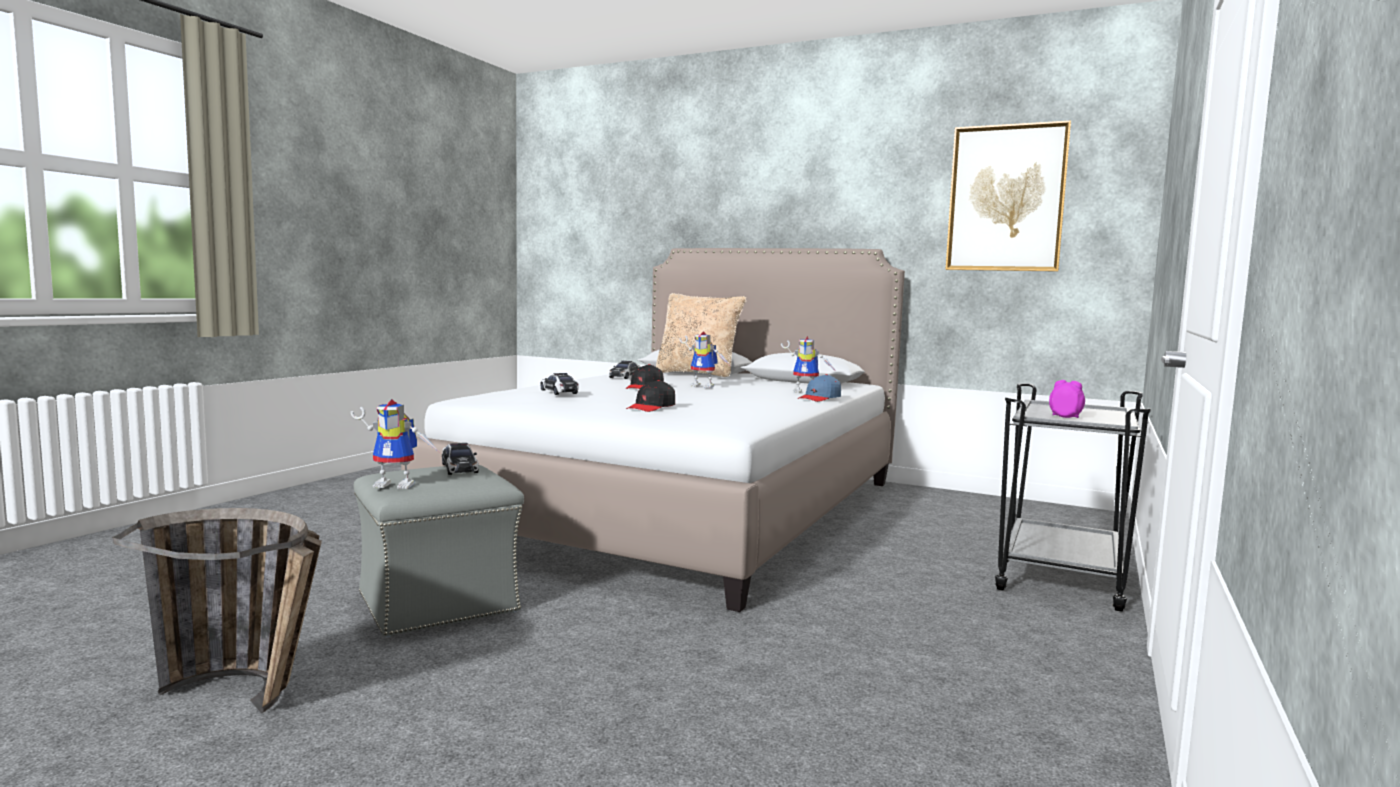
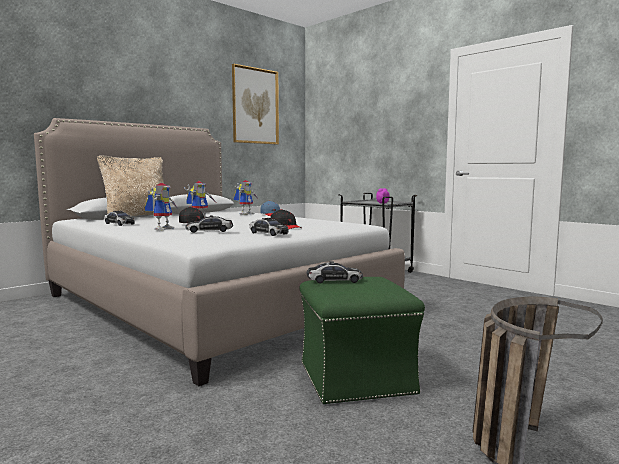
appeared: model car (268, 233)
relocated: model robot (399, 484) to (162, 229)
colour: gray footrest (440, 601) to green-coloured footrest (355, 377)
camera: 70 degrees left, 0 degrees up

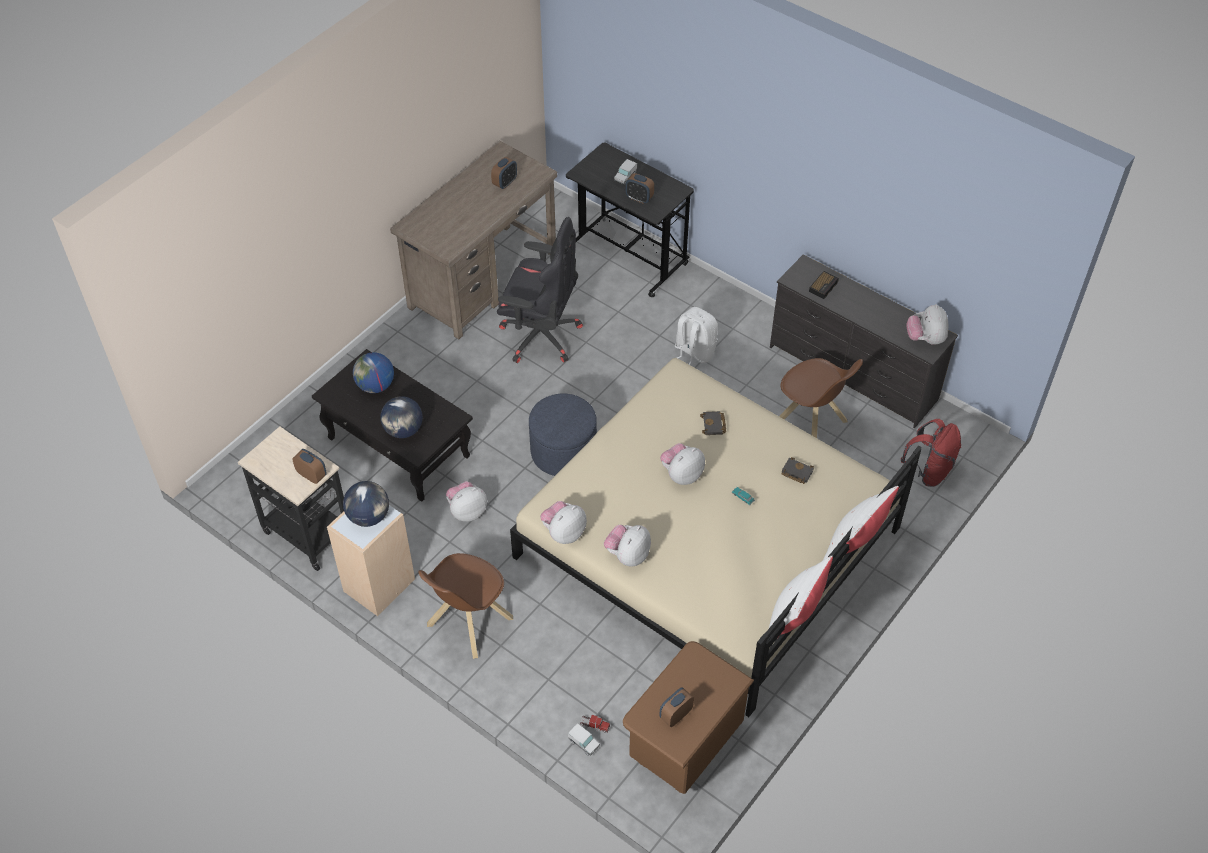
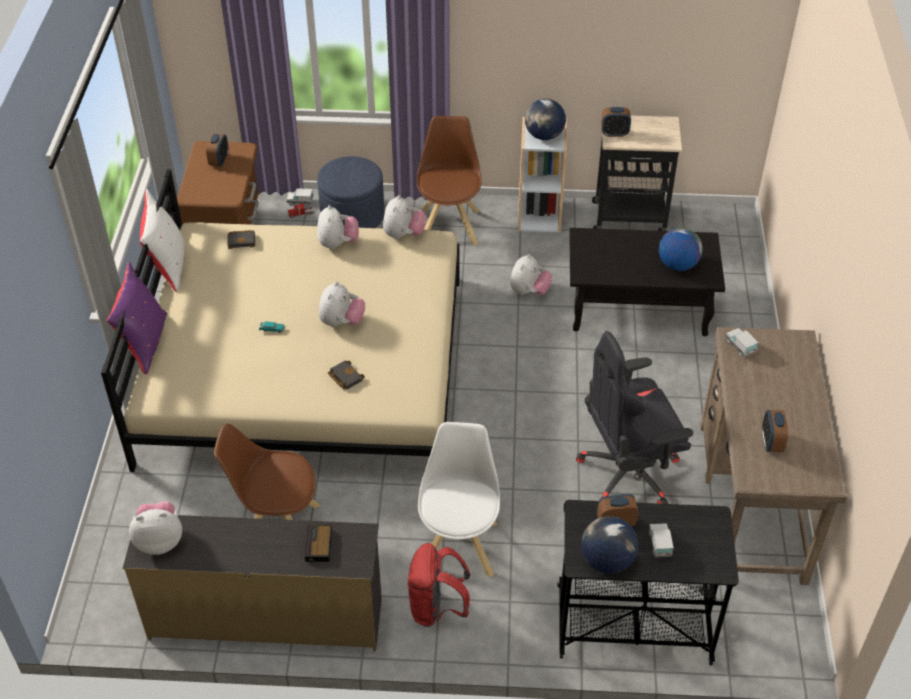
appeared: model truck (740, 346)
relocated: world globe (403, 430) to (607, 560); bluish footrest (563, 452) to (352, 216); black-coloured book (796, 472) to (242, 241); reddish backpack (928, 471) to (436, 608)
exchanged: white-coloured backpack (693, 352) to white-coloured chair (459, 543)
colour: white-coloured cushion (855, 543) to purple cushion (144, 342)
spun: soft toy (925, 339) = (160, 540) 60 degrees counterclockwise
camera: 145 degrees right, 5 degrees down

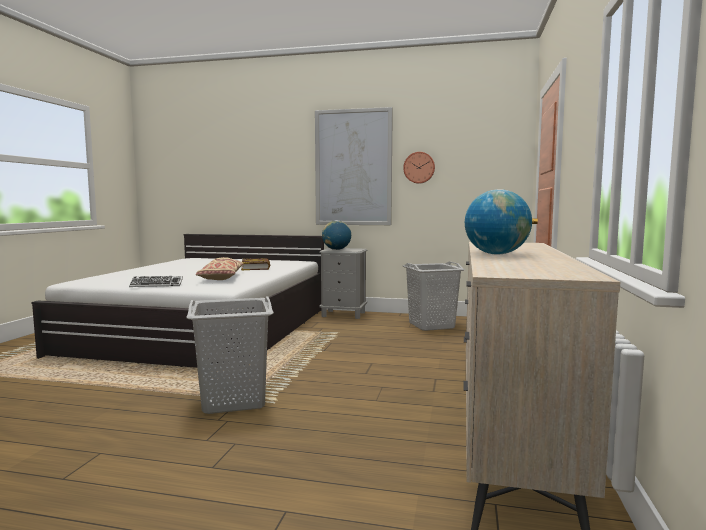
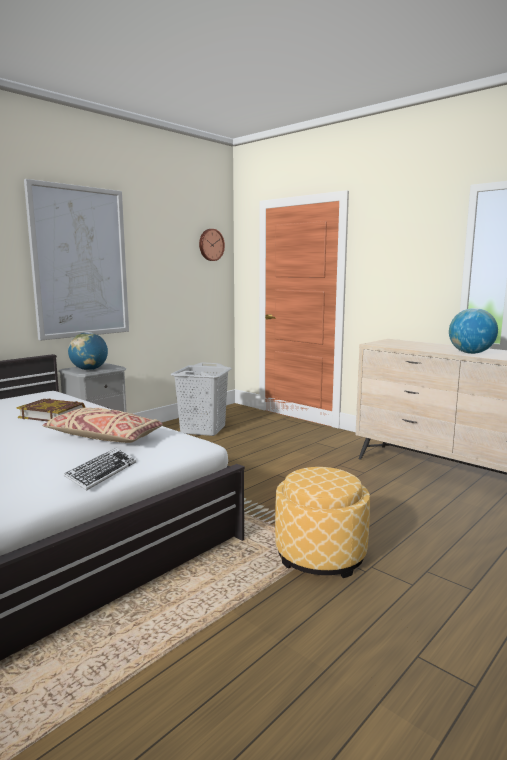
relocated: wall clock (419, 167) to (210, 245)
exchanged: gray hamper (234, 401) to footrest (320, 555)
camera: 60 degrees left, 5 degrees up

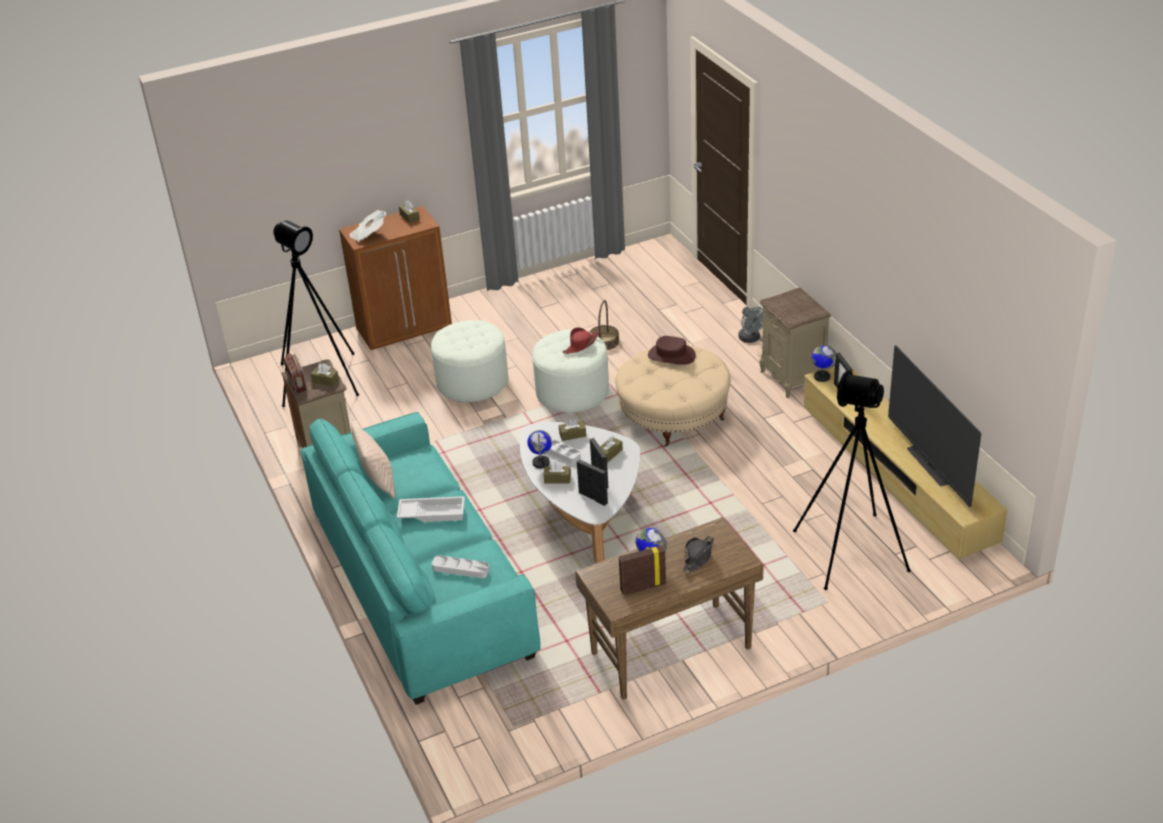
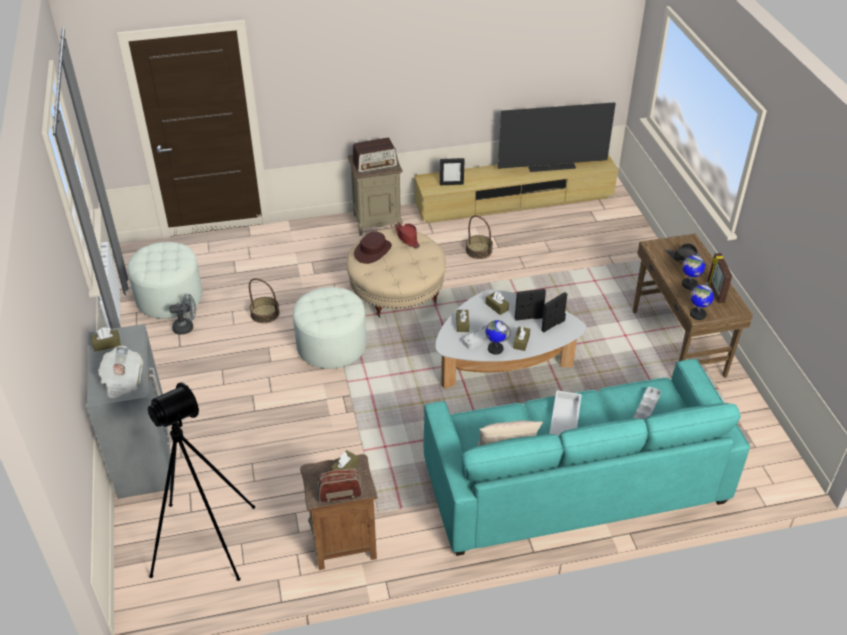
missing: black-coloured standing lamp (850, 551)
appeared: radio set (375, 163); storage basket (479, 250)
relocated: white-coloured footrest (472, 382) to (169, 298); reddish clothing hat (581, 345) to (407, 238); gray electric fan (751, 339) to (187, 327); world globe (822, 377) to (697, 314)
colour: brown cupboard (404, 326) to gray cupboard (144, 455)
camera: 80 degrees left, 5 degrees up

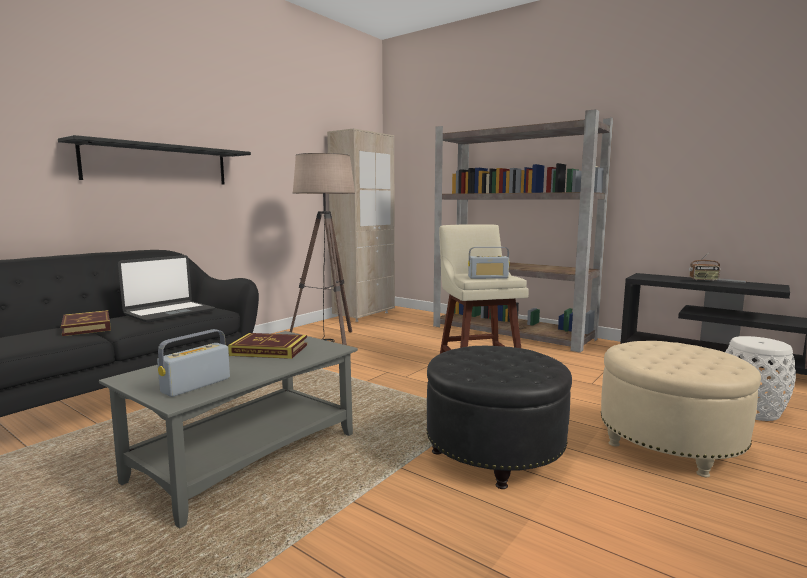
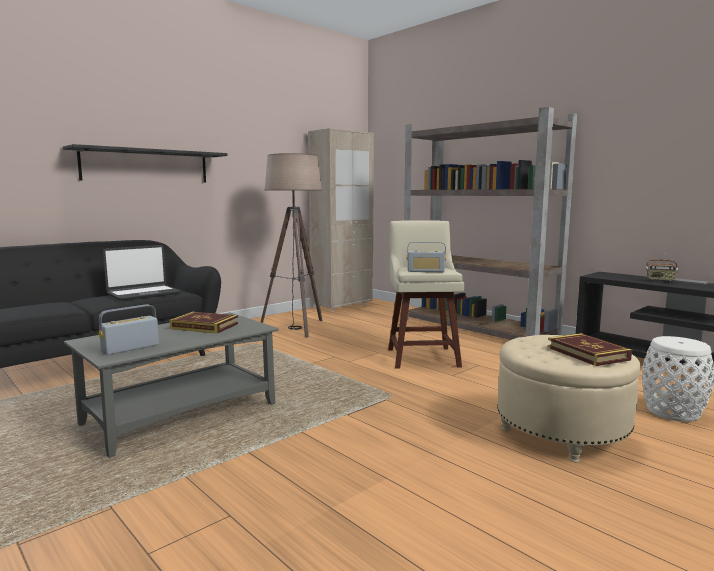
missing: black-coloured footrest (494, 453)
relocated: book (87, 327) to (587, 353)
camera: 10 degrees right, 0 degrees up

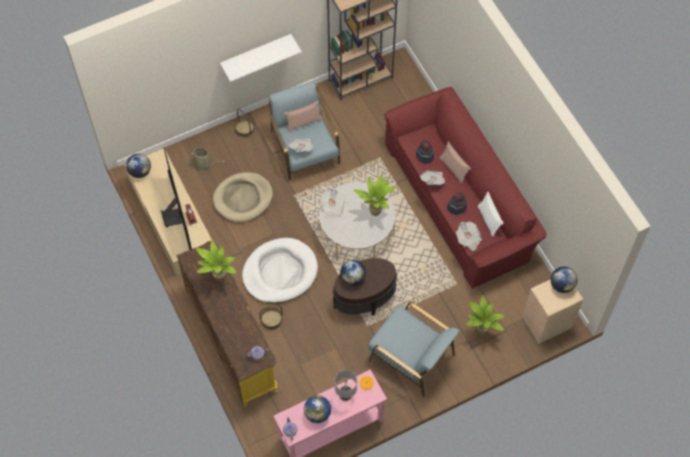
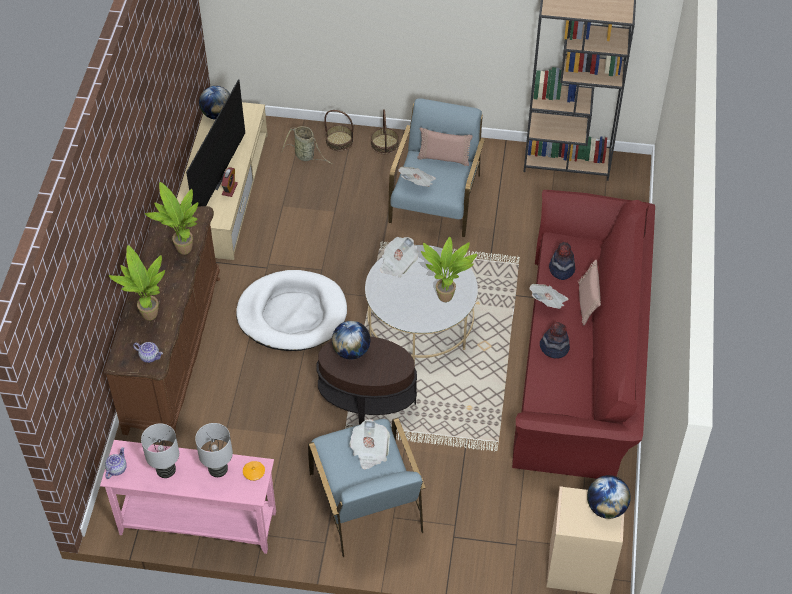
missing: beige dog bed (243, 198); white-coloured bracket shelf (256, 53); white-coloured cushion (489, 220)
relocated: storage basket (271, 319) to (339, 141); newspaper (468, 239) to (370, 451); houseplant (481, 331) to (147, 316)
exchanged: world globe (317, 414) to gray lamp for a table (166, 470)
colour: yellow-coloured cupboard (232, 339) to brown cupboard (175, 353)
camera: 35 degrees right, 10 degrees down

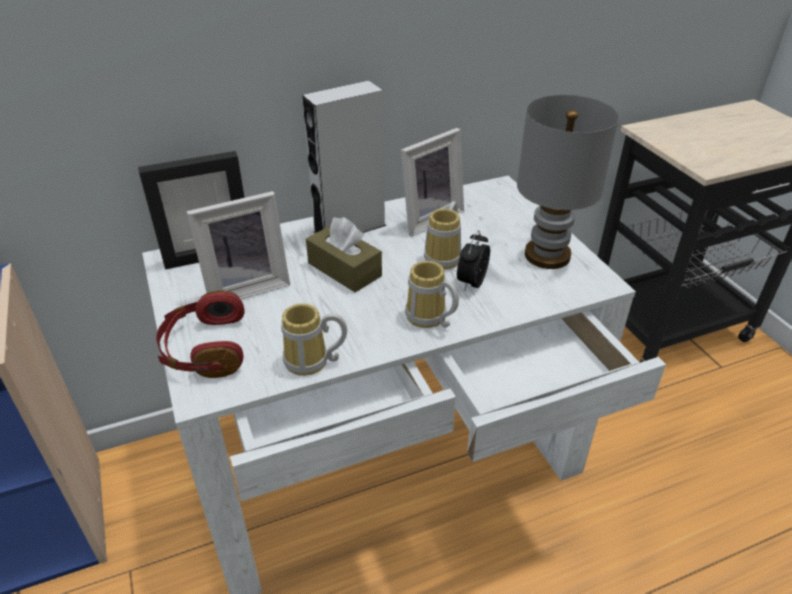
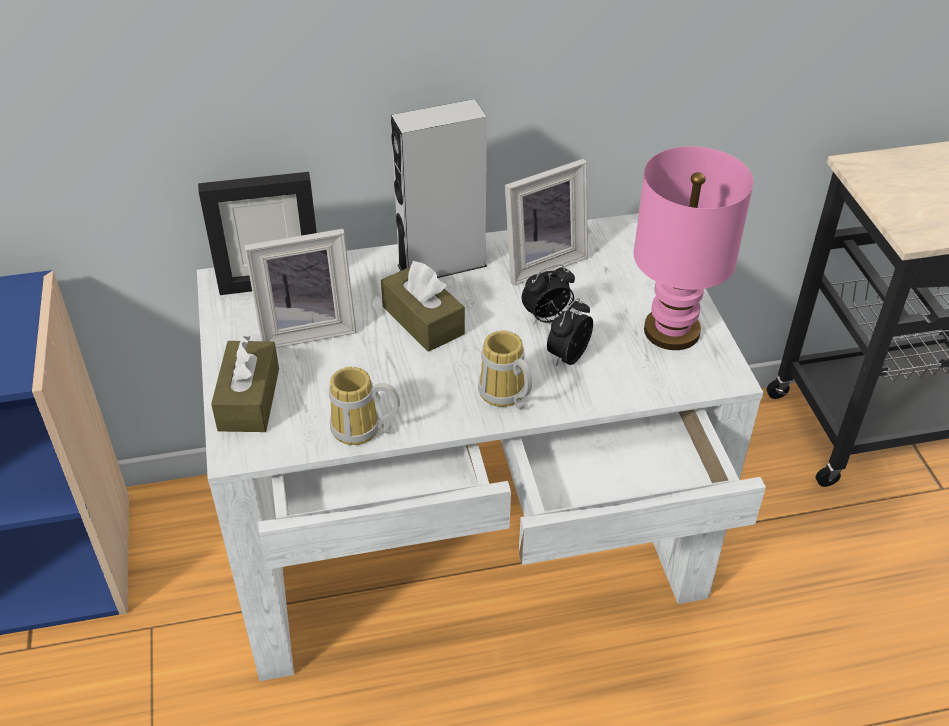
exchanged: reddish pair of headphones (204, 349) to brown tissue box (249, 399); mug (446, 257) to table clock (547, 318)
colour: gray lamp for a table (547, 256) to pink-coloured lamp for a table (671, 332)
camera: 10 degrees right, 5 degrees up

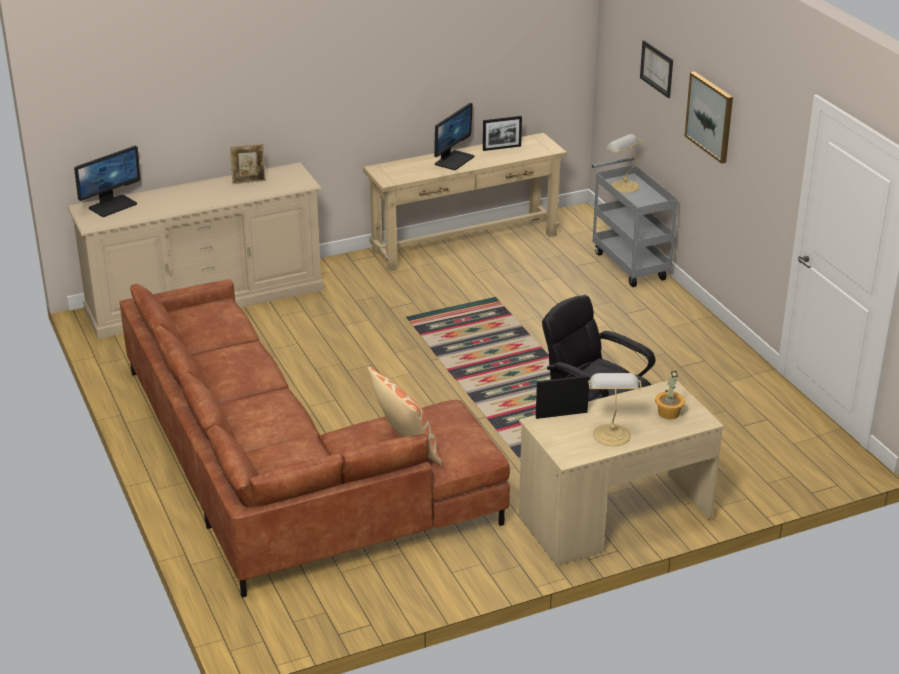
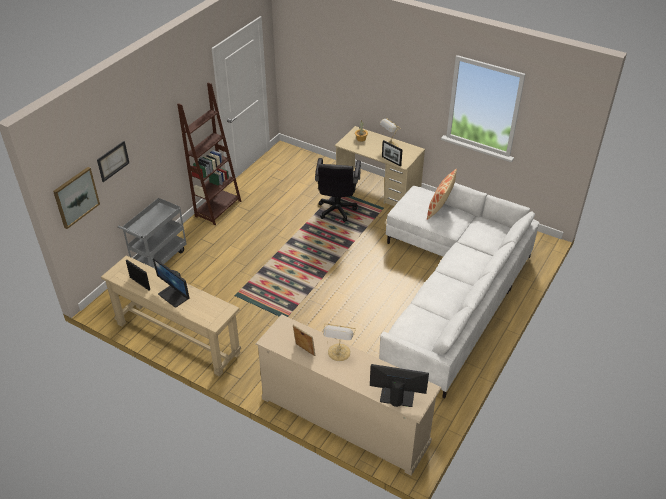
appeared: brown bookcase (218, 209)
relocated: lamp for a table (623, 186) to (339, 353); wall art (710, 116) to (76, 197)
colour: brown sofa (281, 471) to white-coloured sofa (452, 290)
spun: computer display (453, 160) = (174, 295) 135 degrees counterclockwise
camera: 125 degrees left, 10 degrees up

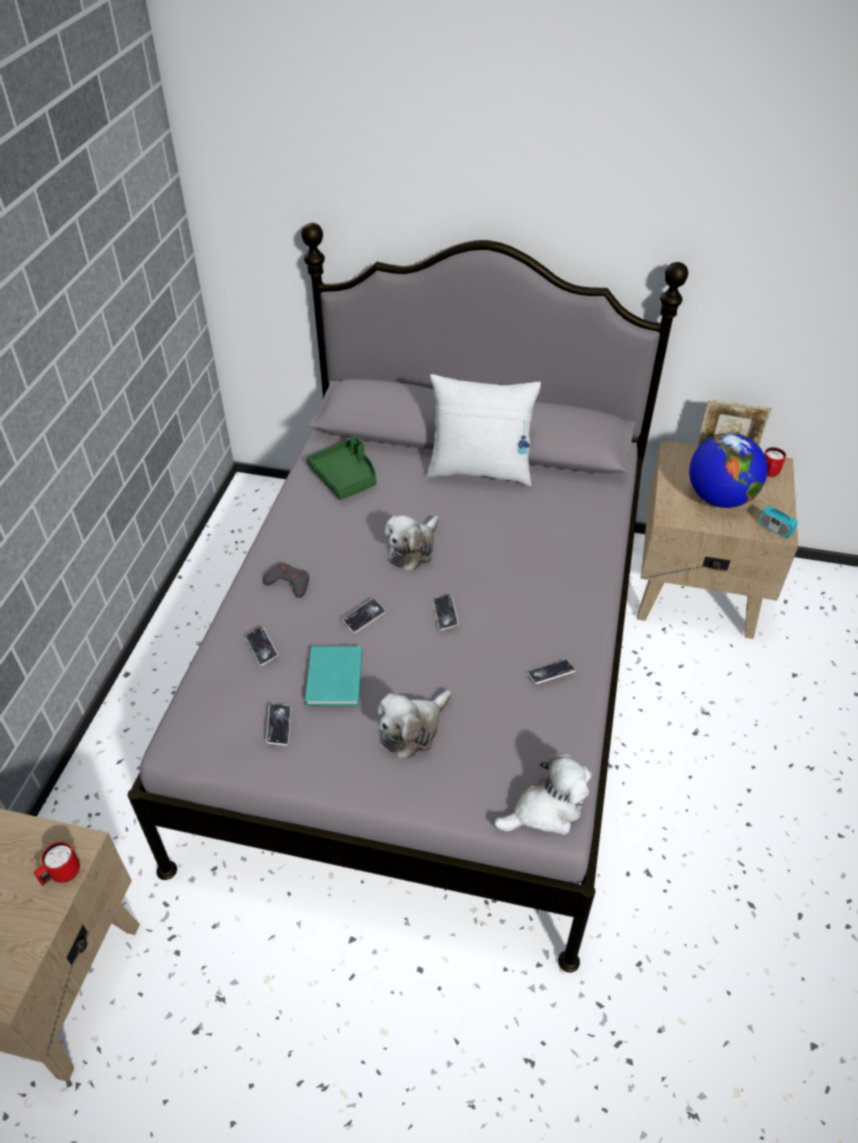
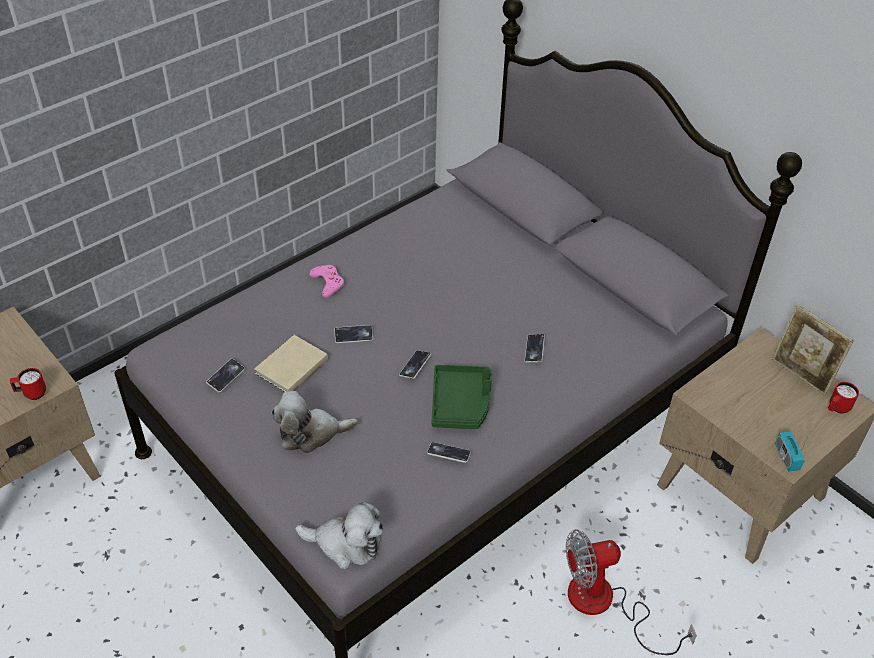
missing: soft toy (413, 550); gray cushion (479, 472); world globe (719, 498)
appeared: electric fan (605, 605)
relocated: handset (262, 648) to (534, 350); green-coloured carrying tray (345, 477) to (461, 403)
colour: gray gamepad (288, 583) to pink-coloured gamepad (328, 283); turquoise book (333, 680) to beige book (289, 367)
camera: 35 degrees right, 0 degrees up

